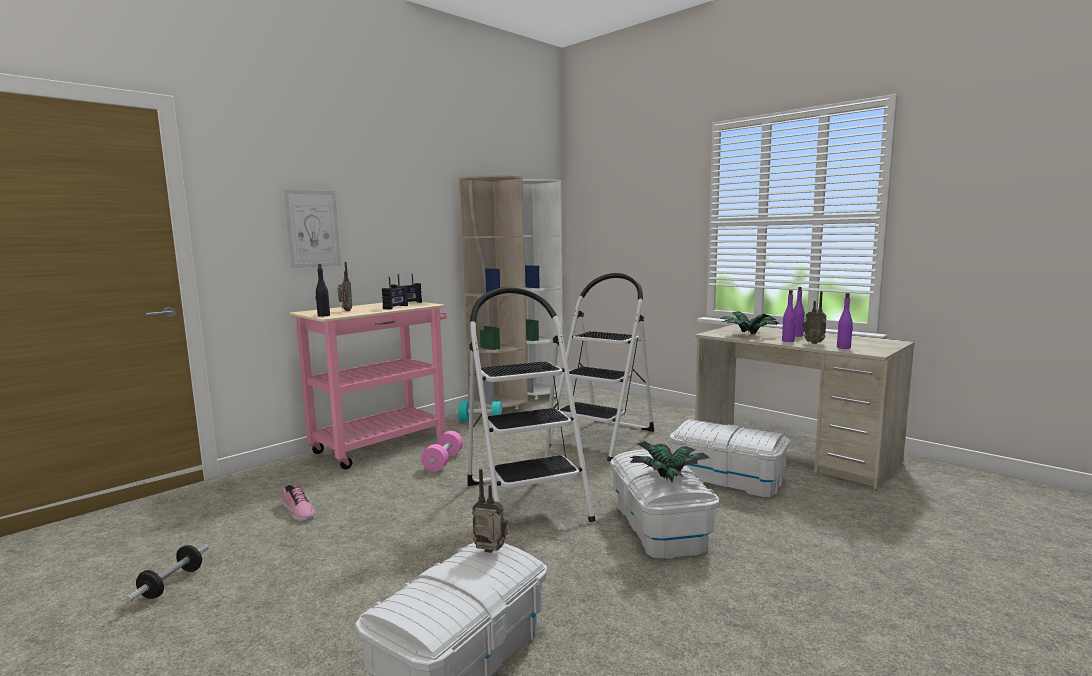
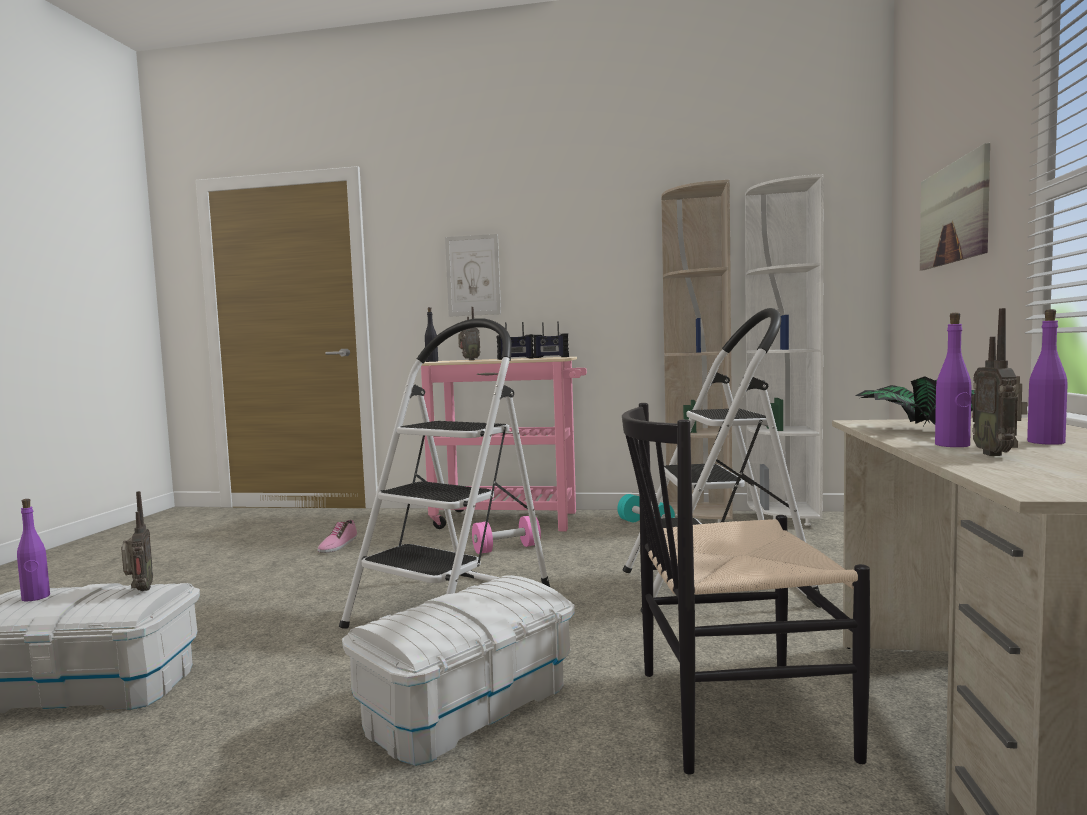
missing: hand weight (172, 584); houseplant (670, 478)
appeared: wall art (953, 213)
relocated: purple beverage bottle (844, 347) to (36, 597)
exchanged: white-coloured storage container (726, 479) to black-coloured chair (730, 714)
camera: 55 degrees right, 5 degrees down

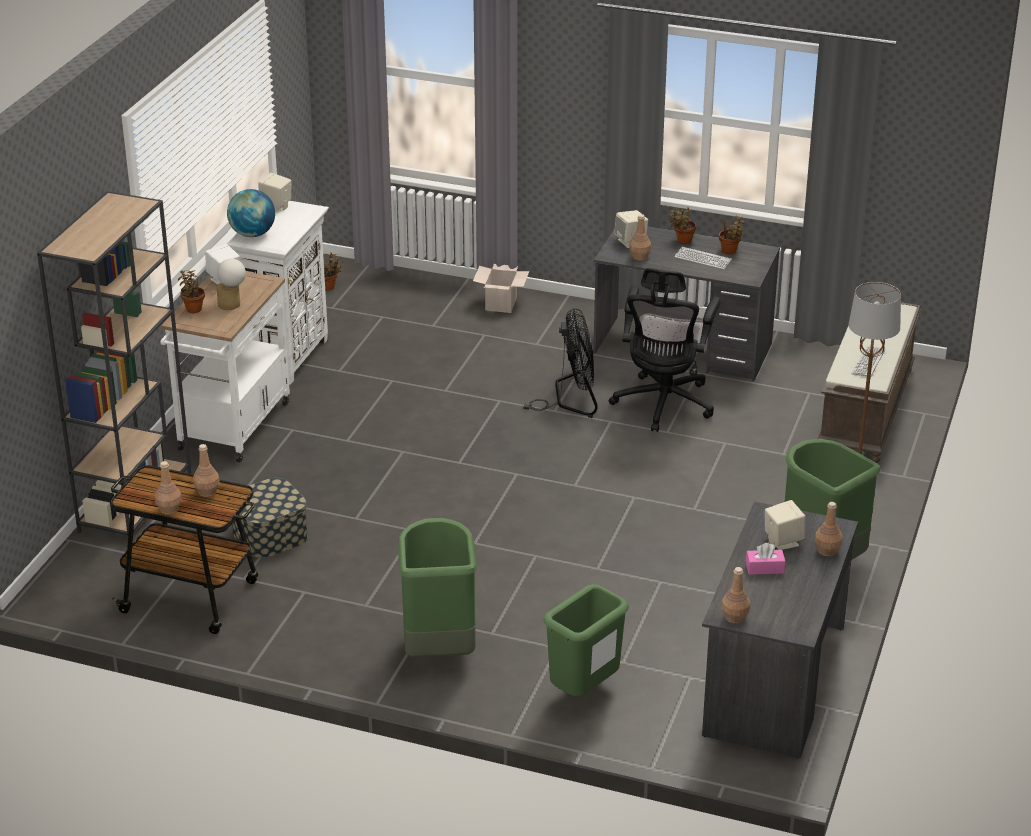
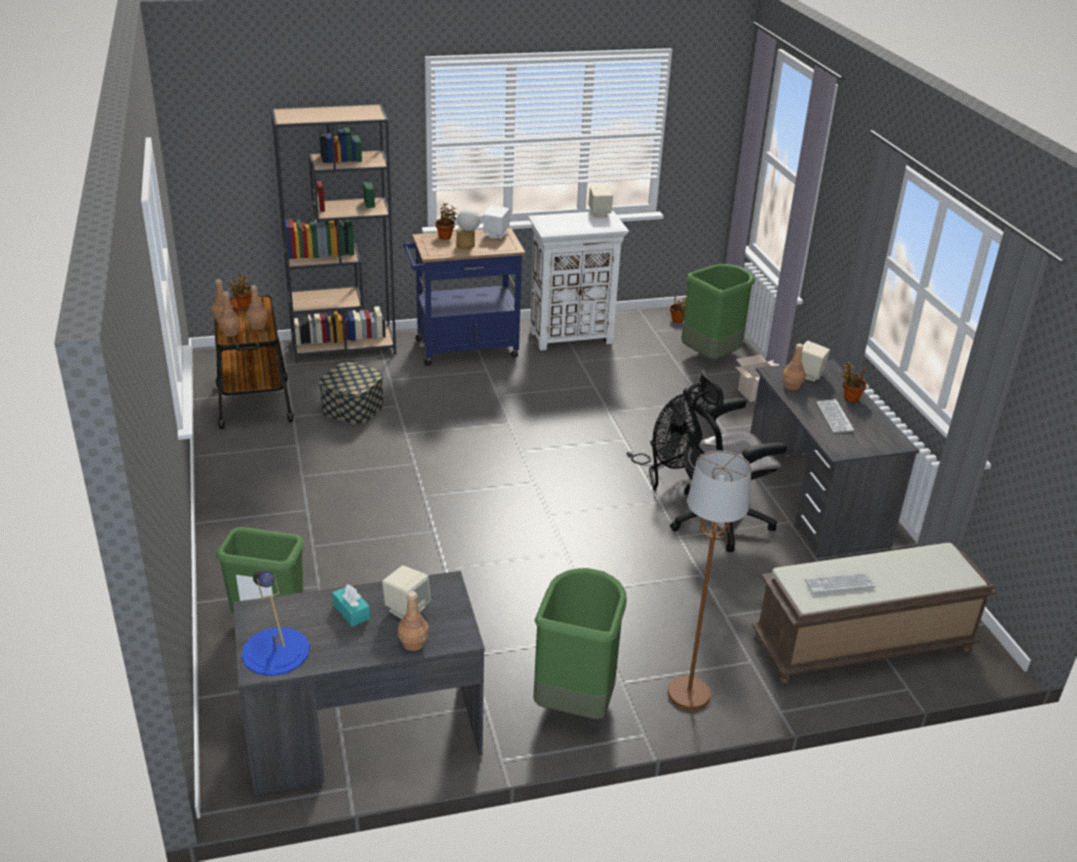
missing: world globe (252, 234)
appeared: bluish lamp for a table (275, 651)
relocated: green-coloured rubbish bin (438, 649) to (711, 356); houseplant (730, 251) to (244, 306); brown beverage bottle (735, 617) to (230, 333)
colour: white-coloured cart (232, 428) to bluish cart (463, 349); pink-coloured tissue box (764, 568) to turquoise tissue box (351, 612)
camera: 55 degrees right, 0 degrees up

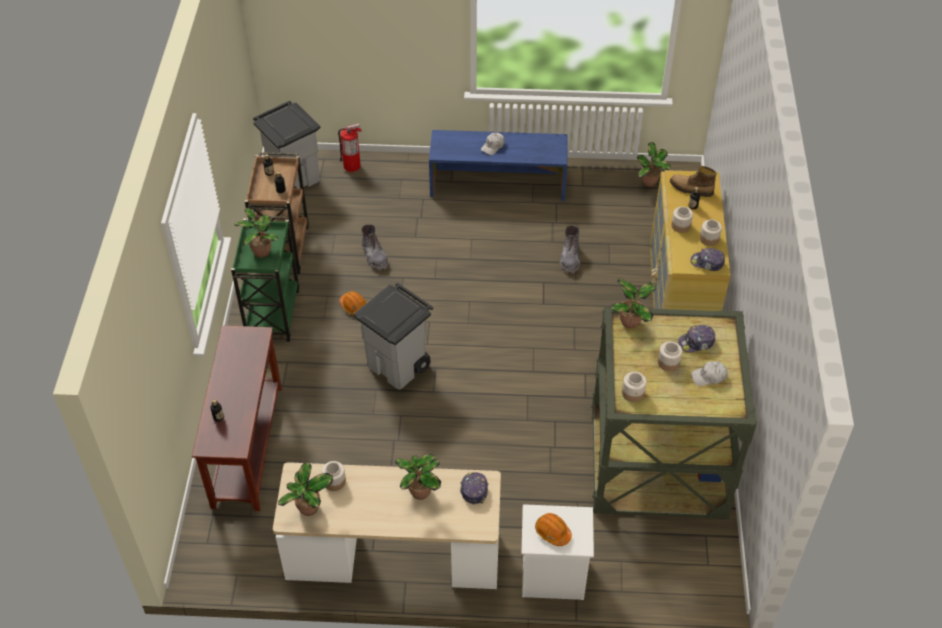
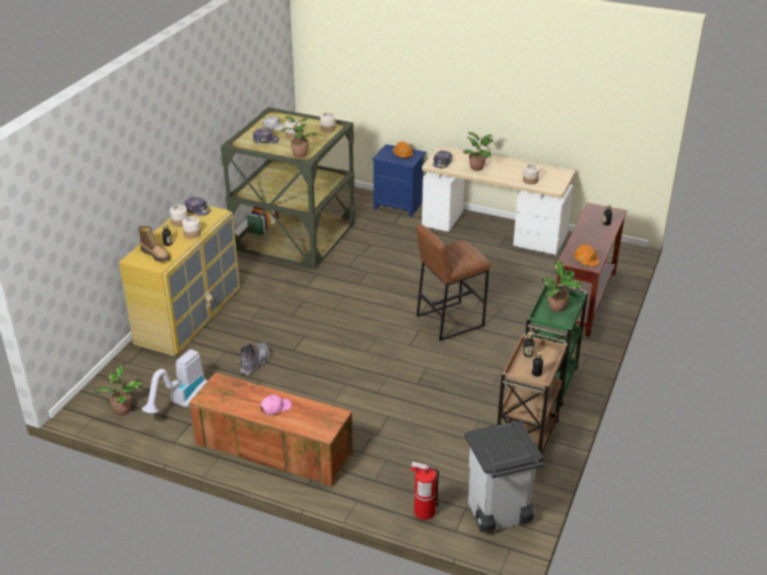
missing: houseplant (309, 509); gray tall boot (374, 256)
appeared: hoover (180, 404)
relocated: orange hard hat (353, 306) to (586, 260)
exchanged: gray rubbish bin (399, 366) to brown stool seat (449, 321)
colour: bluish indoor bench (499, 182) to brown indoor bench (272, 449); white-coloured peaked cap (493, 146) to pink-coloured peaked cap (275, 408); white-coloured nightstand (551, 576) to bluish nightstand (399, 205)
camera: 160 degrees left, 15 degrees down

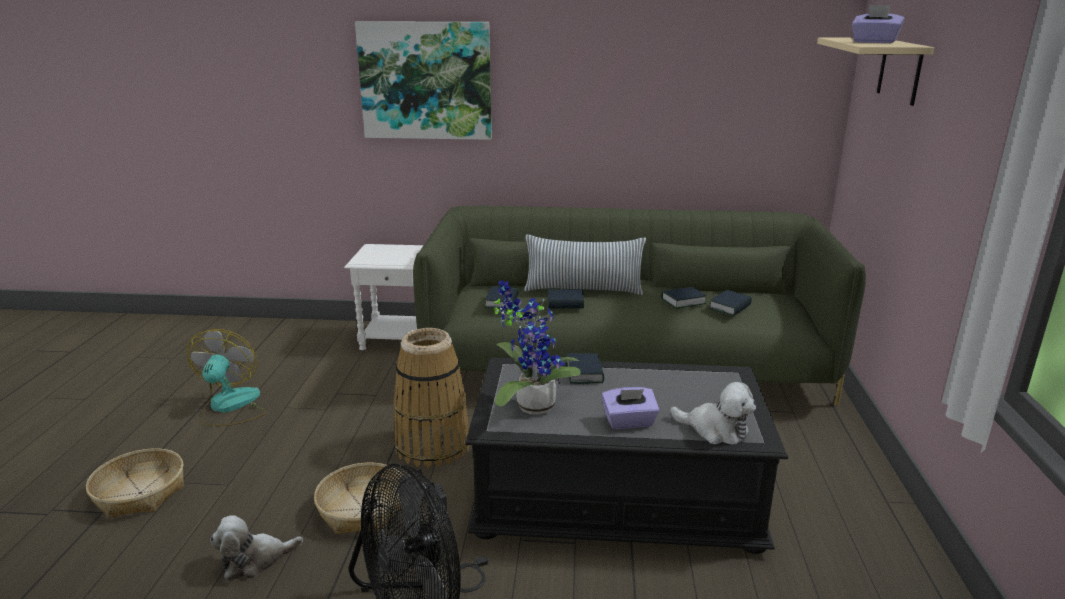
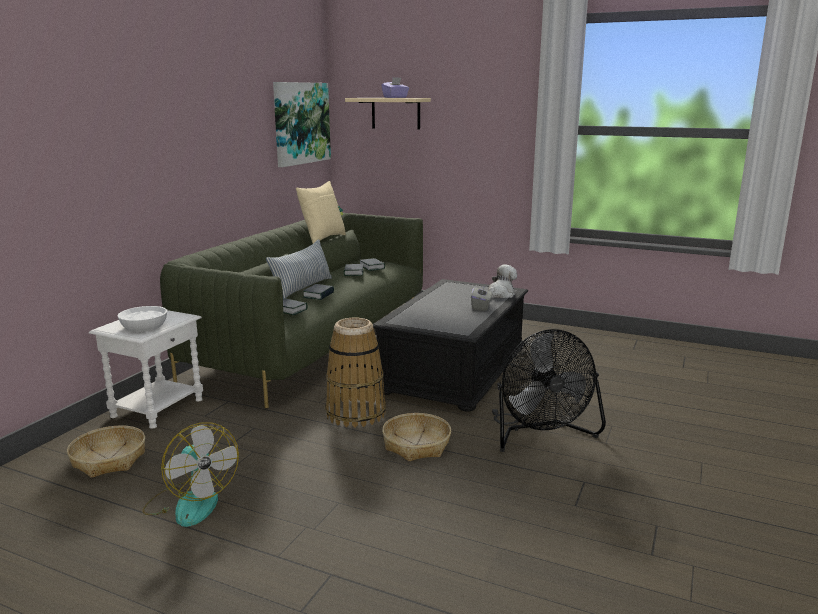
missing: soft toy (255, 560); houseplant (531, 405); book (585, 373)
appeared: white-coloured bowl (143, 327); beige cushion (323, 239)
relocated: storage basket (140, 493) to (109, 459); wall art (426, 81) to (301, 123)
colour: purple tissue box (629, 422) to gray tissue box (481, 307)
spun: electric fan (230, 407) = (191, 502) 150 degrees counterclockwise
camera: 70 degrees left, 5 degrees down

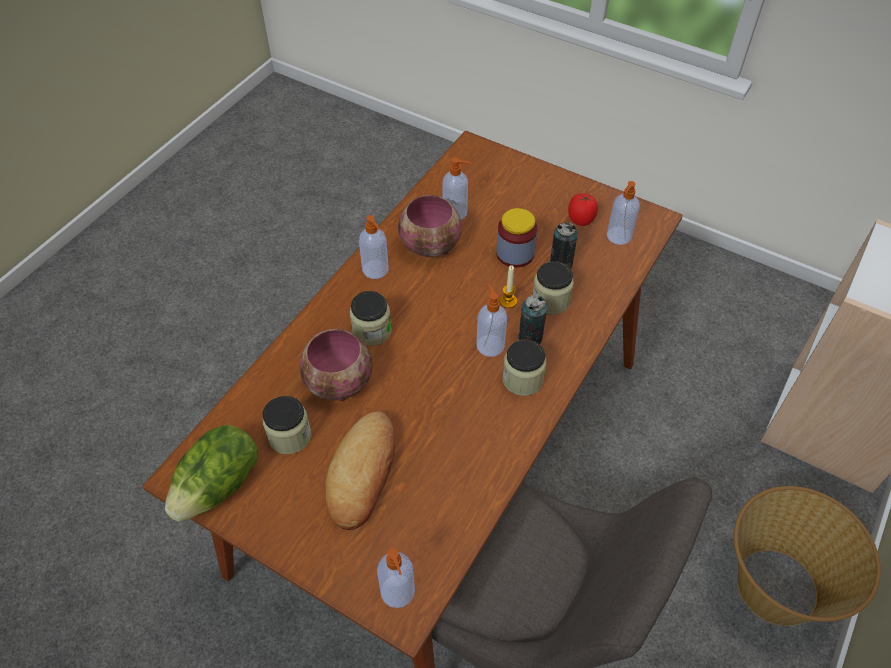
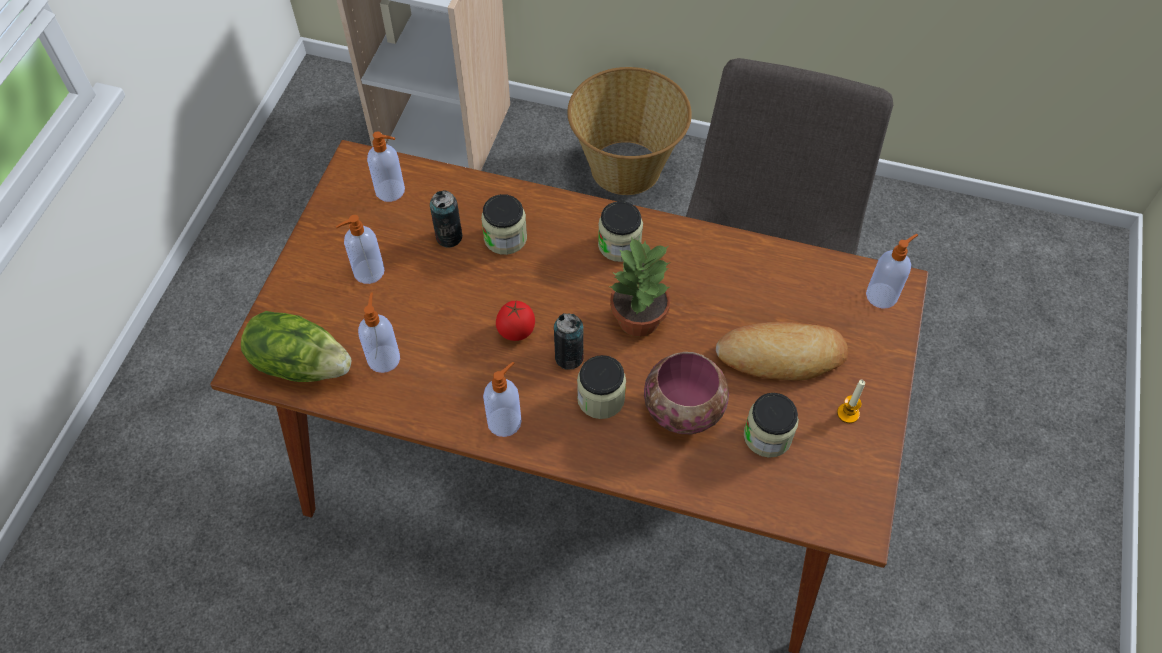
missing: bowl (431, 246); jar (515, 254)
appeared: houseplant (639, 320)
relocated: head of lettuce (220, 486) to (300, 363); liquid soap bottle (490, 345) to (367, 272); wax candle (508, 301) to (848, 413); can (530, 337) to (569, 357); fresh tomato (580, 220) to (516, 331)
camera: 105 degrees left, 5 degrees up

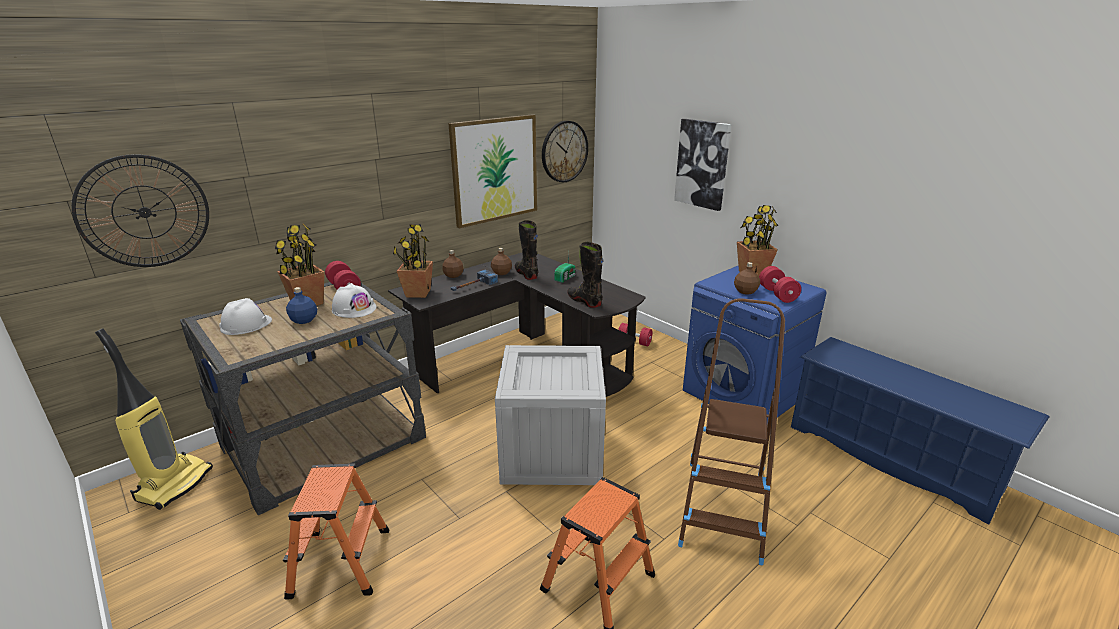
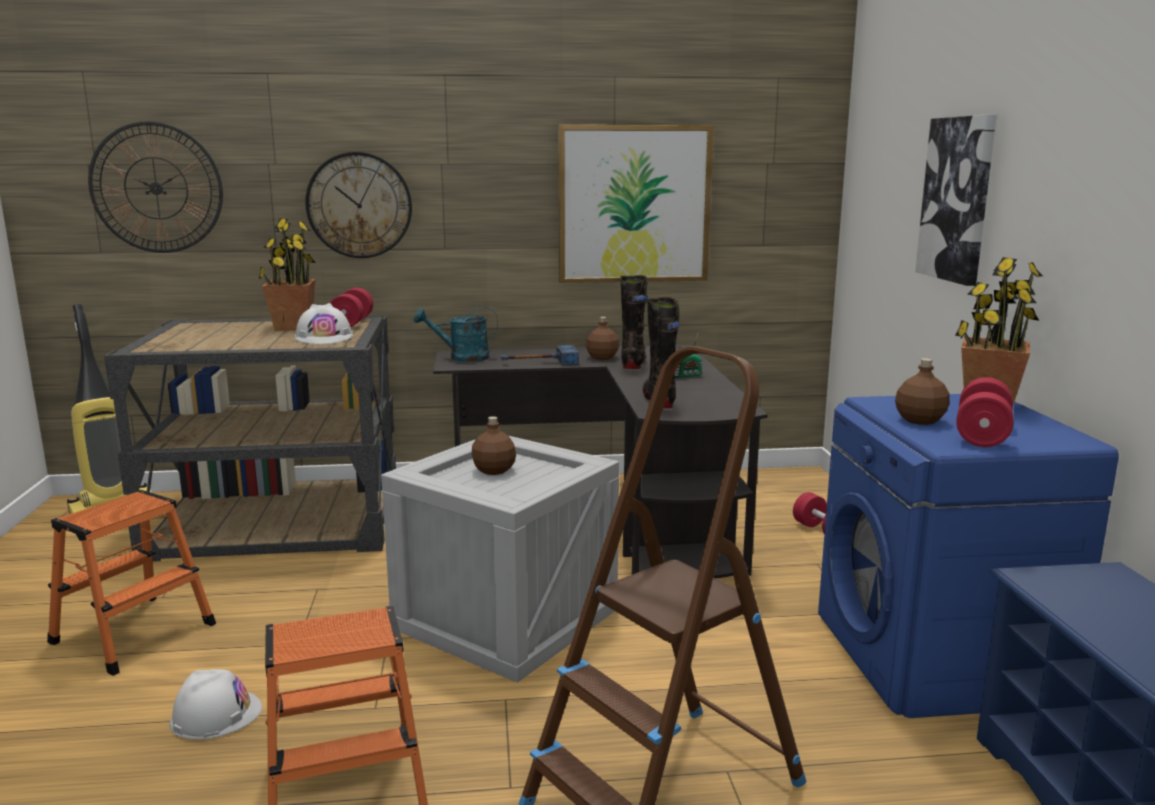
missing: bluish beverage bottle (303, 320)
relocated: white-coloured hard hat (246, 324) to (216, 714); brown beverage bottle (453, 275) to (493, 470); wall clock (564, 151) to (359, 205)
exchanged: houseplant (418, 293) to turquoise watering can (461, 358)
camera: 35 degrees right, 10 degrees down

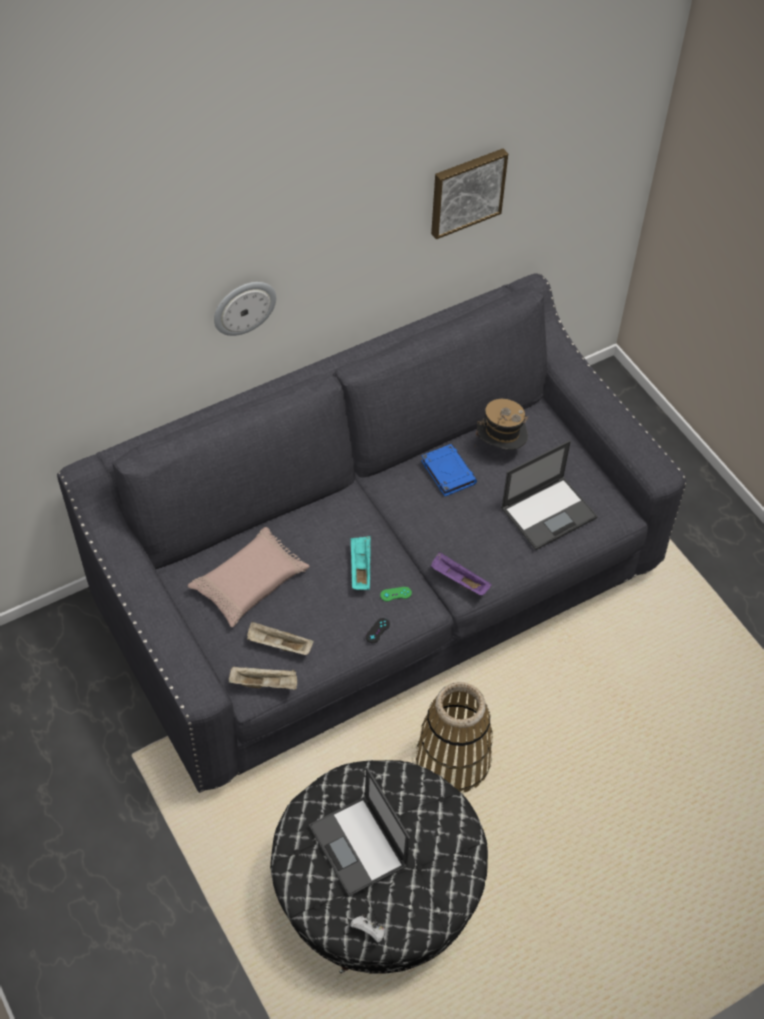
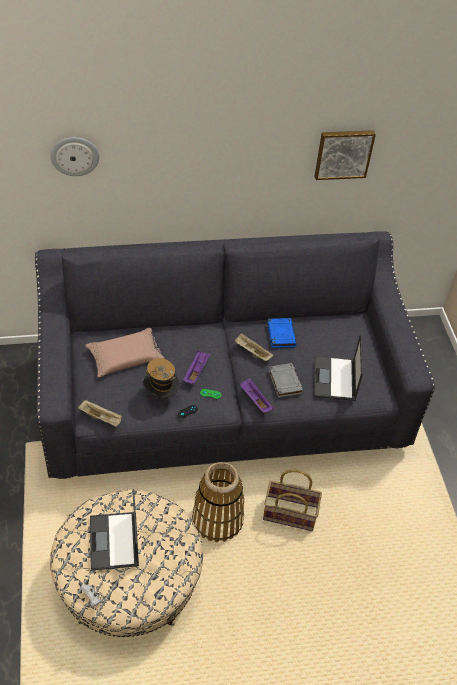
appeared: storage basket (290, 513); gray book (285, 381)
relocated: wall clock (244, 307) to (74, 155); beige carrying tray (278, 645) to (252, 352); clothing hat (500, 448) to (161, 394)
colour: black-coloured footrest (378, 890) to beige footrest (129, 581); turquoise carrying tray (360, 568) to purple carrying tray (196, 371)
spun: notebook computer (549, 512) = (335, 379) 105 degrees clockwise
camera: 20 degrees right, 5 degrees down

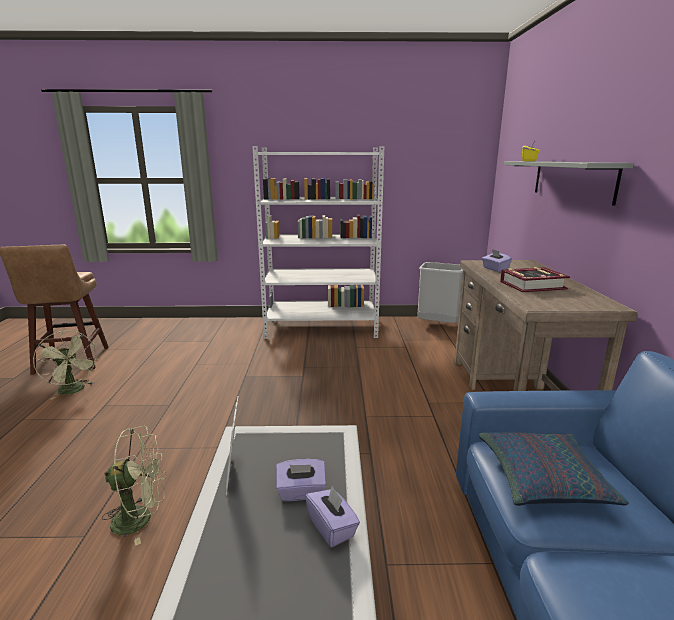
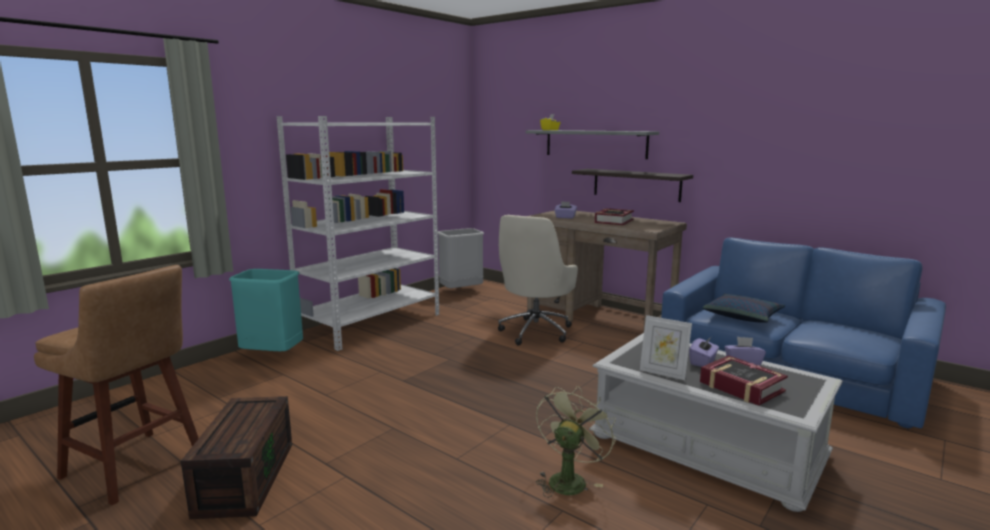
appeared: turquoise rubbish bin (273, 354); beige office chair (535, 332); bracket shelf (636, 184); book (741, 387)
exchanged: green-coloured electric fan (74, 391) to brown storage container (244, 477)
camera: 50 degrees left, 5 degrees down

